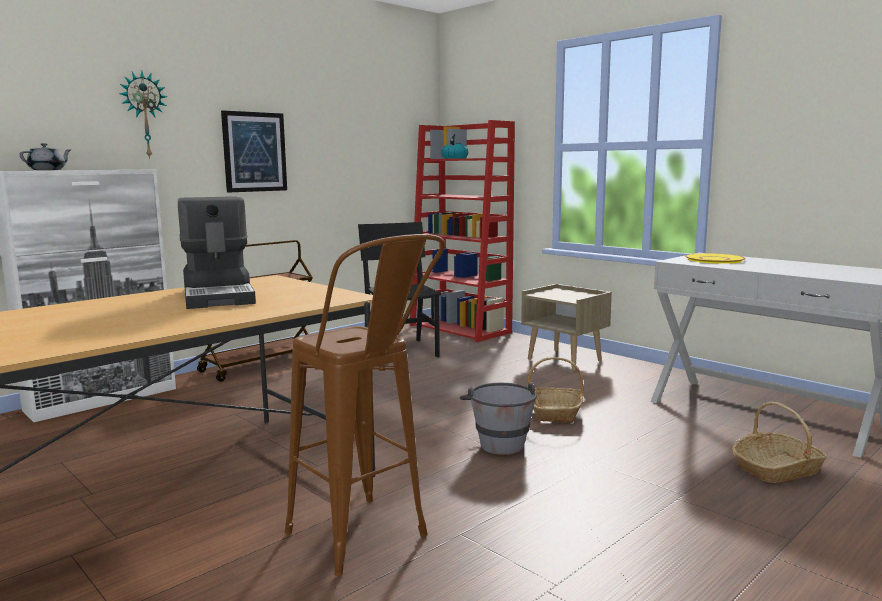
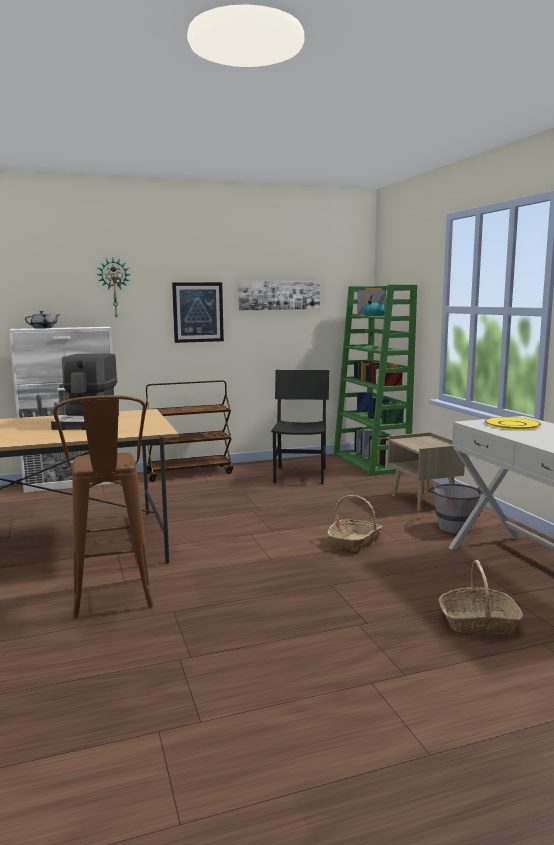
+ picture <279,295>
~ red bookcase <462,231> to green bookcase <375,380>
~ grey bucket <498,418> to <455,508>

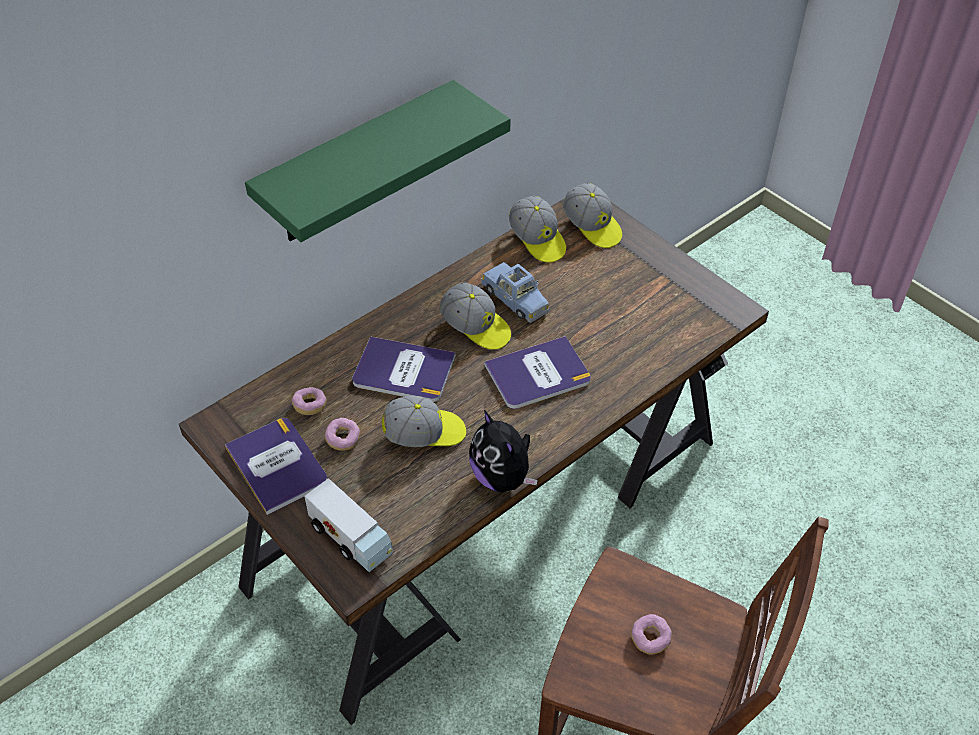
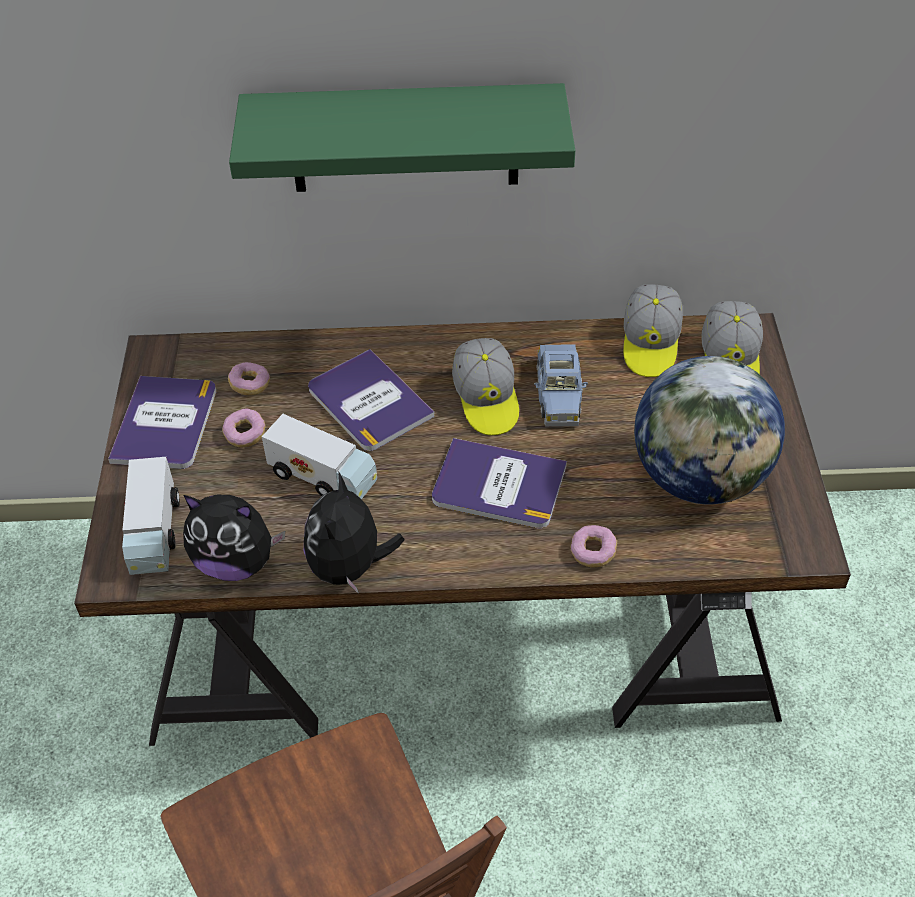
+ plush toy <234,538>
~ cap <424,421> to toy truck <319,456>
~ donut <651,634> to <594,546>
+ globe <709,430>

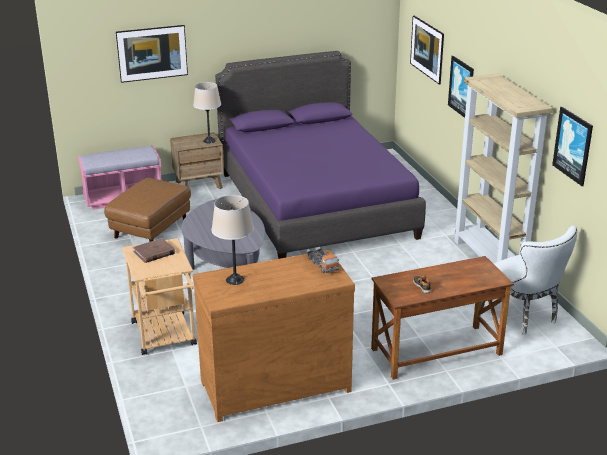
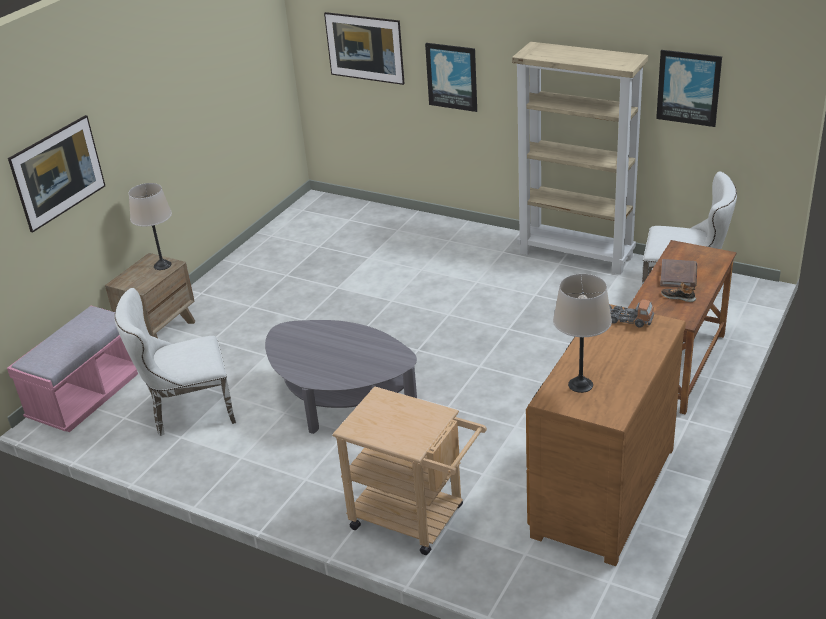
~ brown ottoman <147,210> to white chair <175,362>
~ brown book <154,250> to <678,273>
- purple bed <320,155>

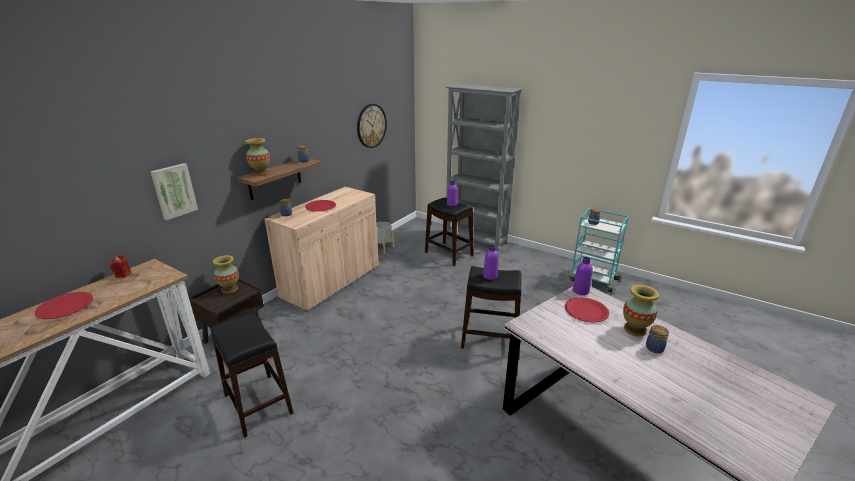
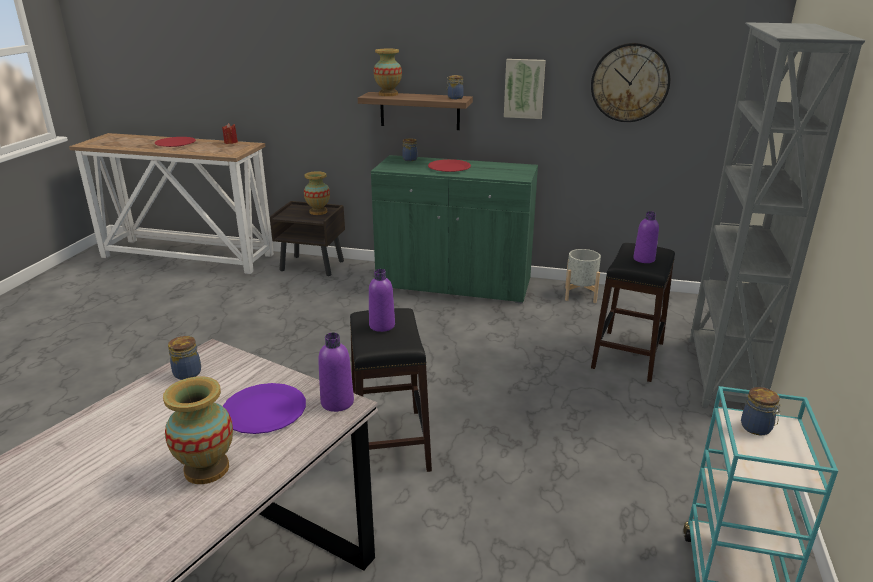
~ jar <657,339> to <184,358>
~ red plate <587,310> to purple plate <264,408>
~ beige cabinet <321,249> to green cabinet <454,229>
~ picture <174,191> to <525,89>
- black stool <251,375>

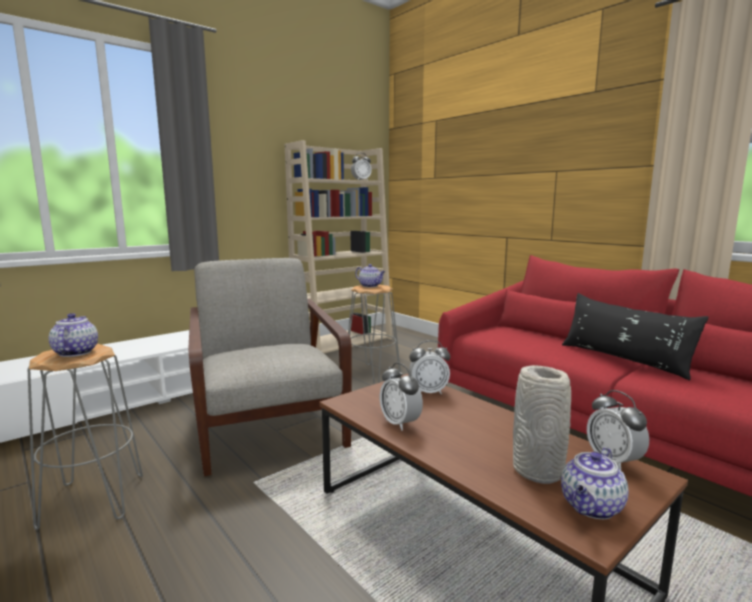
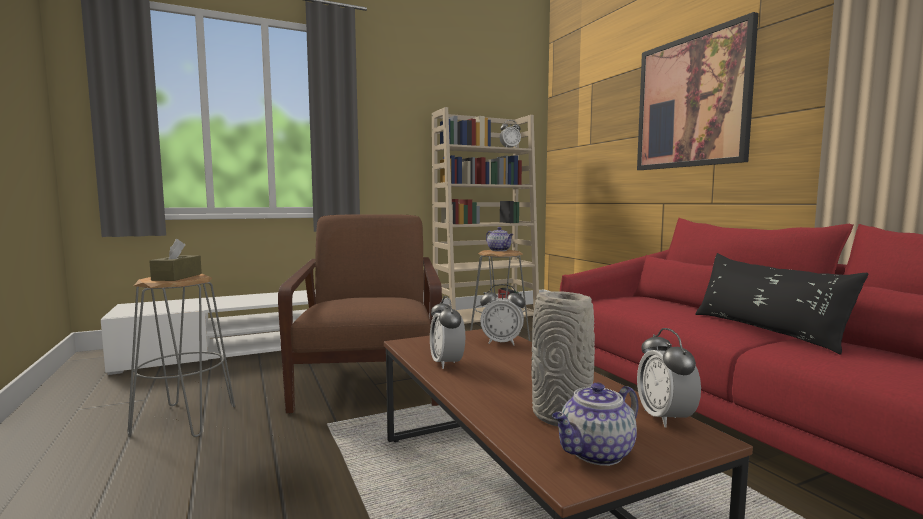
~ teapot <73,335> to brown tissue box <175,260>
~ grey armchair <270,367> to brown armchair <360,313>
+ picture <698,91>

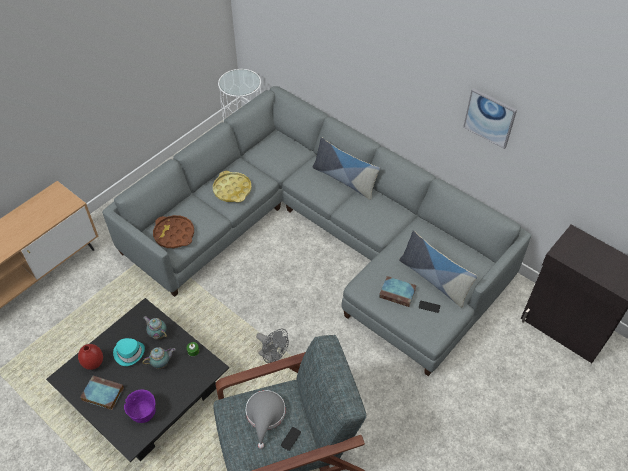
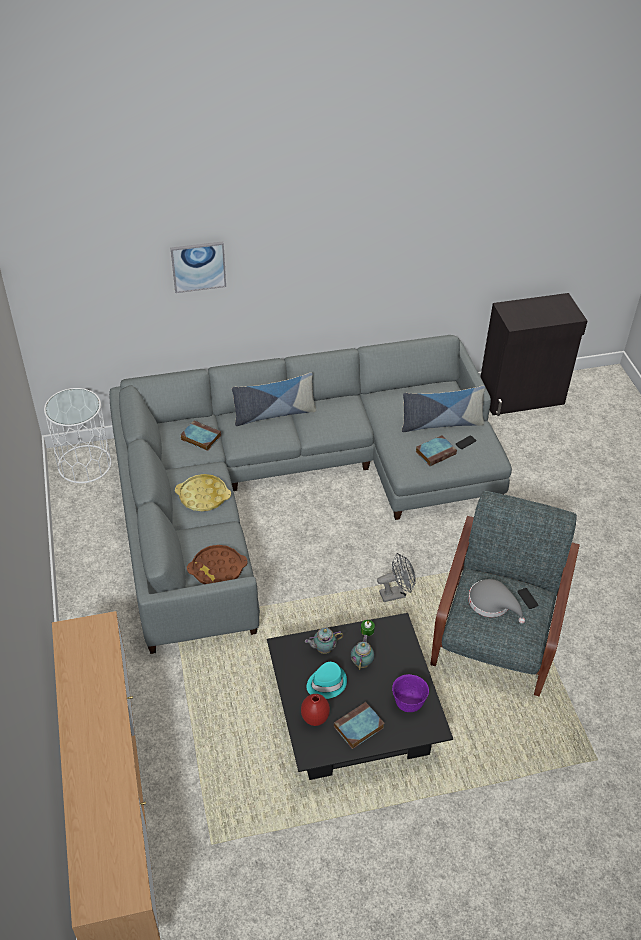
~ picture <490,118> to <198,267>
+ book <200,435>

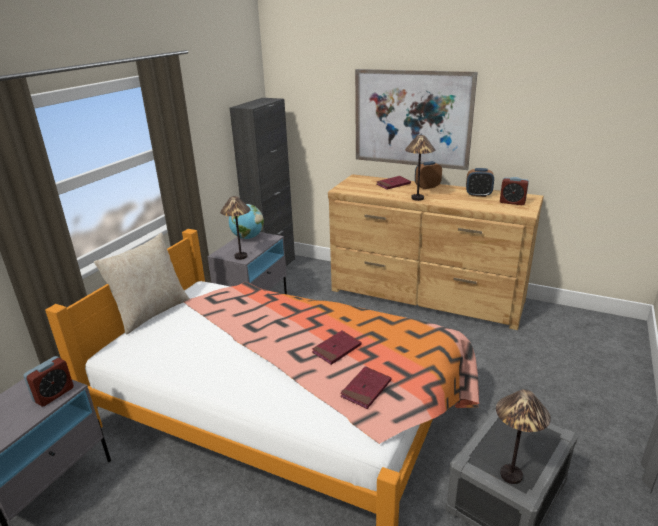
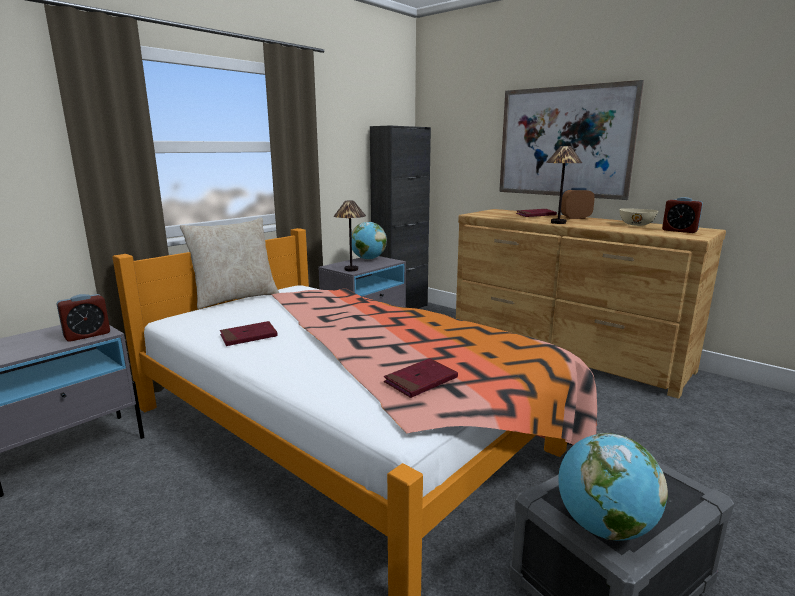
~ red book <337,347> to <249,333>
~ table lamp <523,436> to globe <613,487>
~ alarm clock <480,182> to beige bowl <638,217>

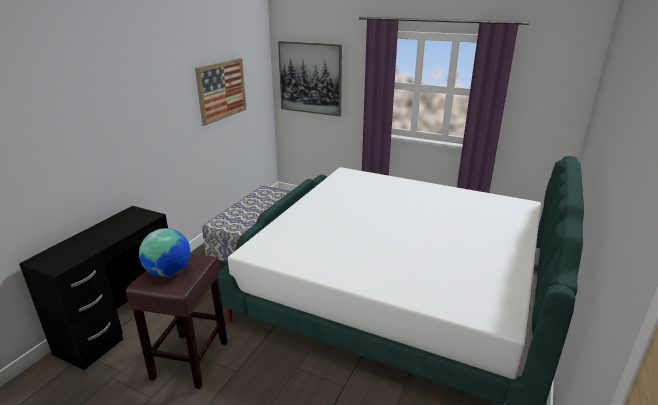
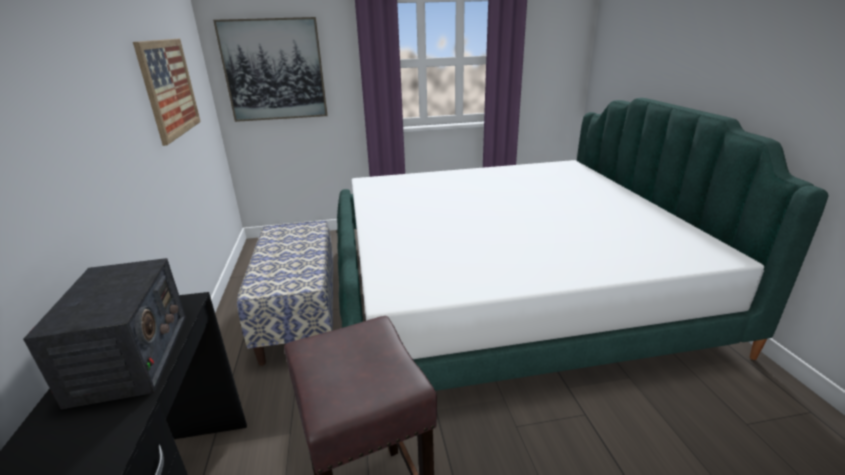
+ radio <104,333>
- globe <164,252>

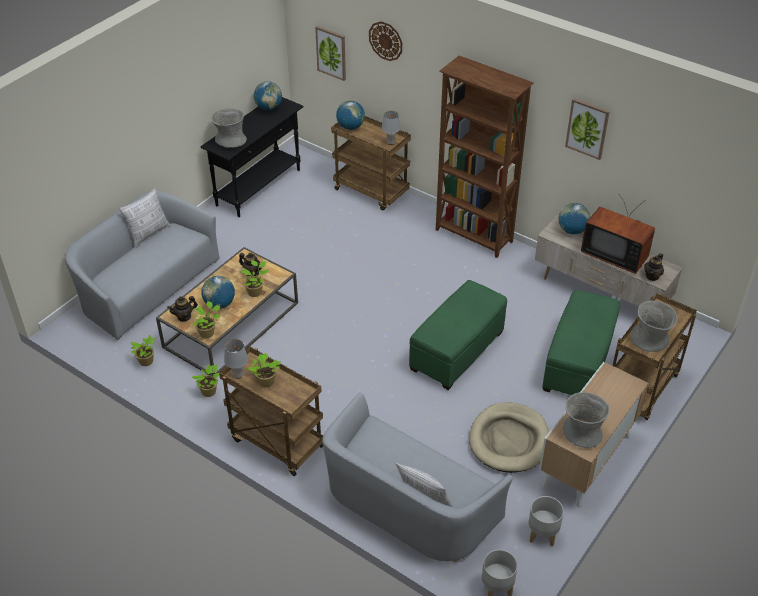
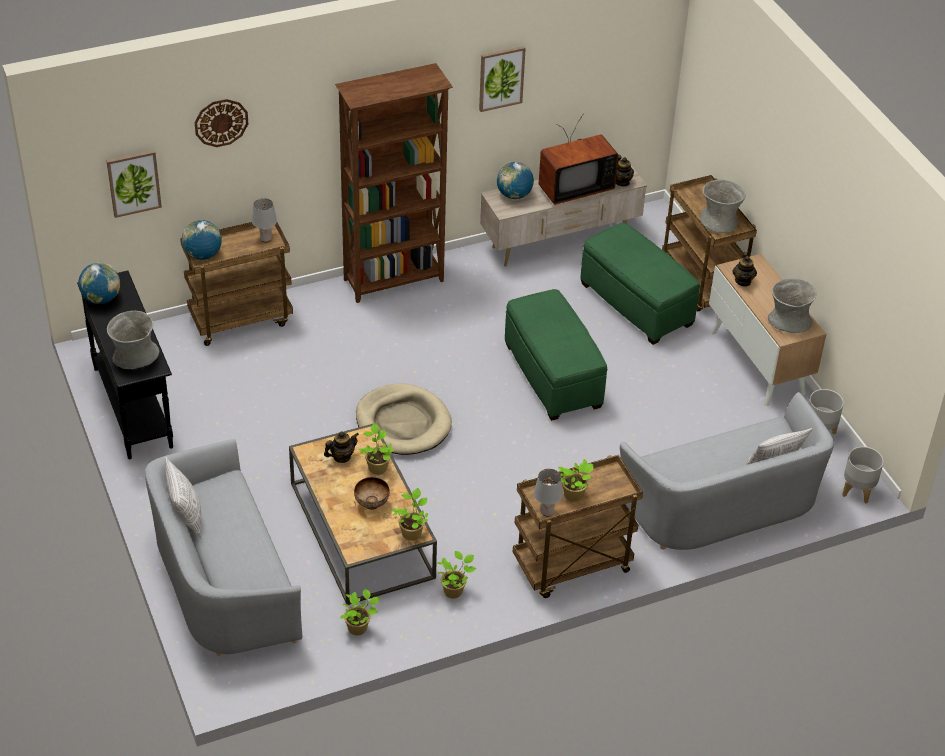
~ globe <218,292> to bowl <372,493>
~ beige dog bed <509,438> to <404,419>
~ teapot <182,309> to <744,269>

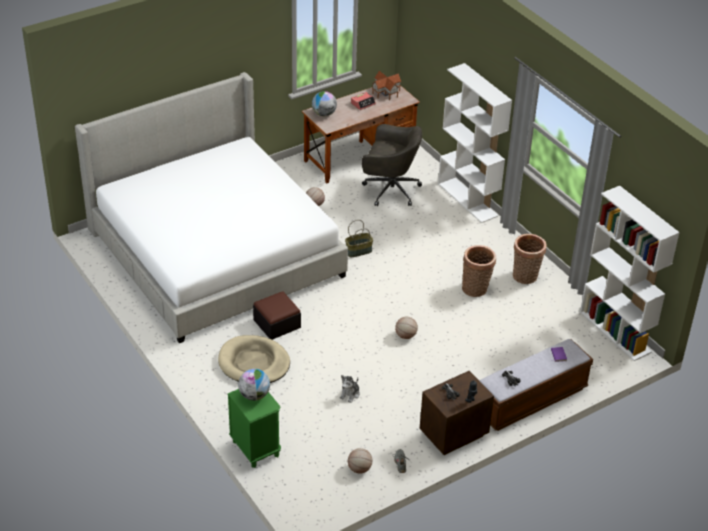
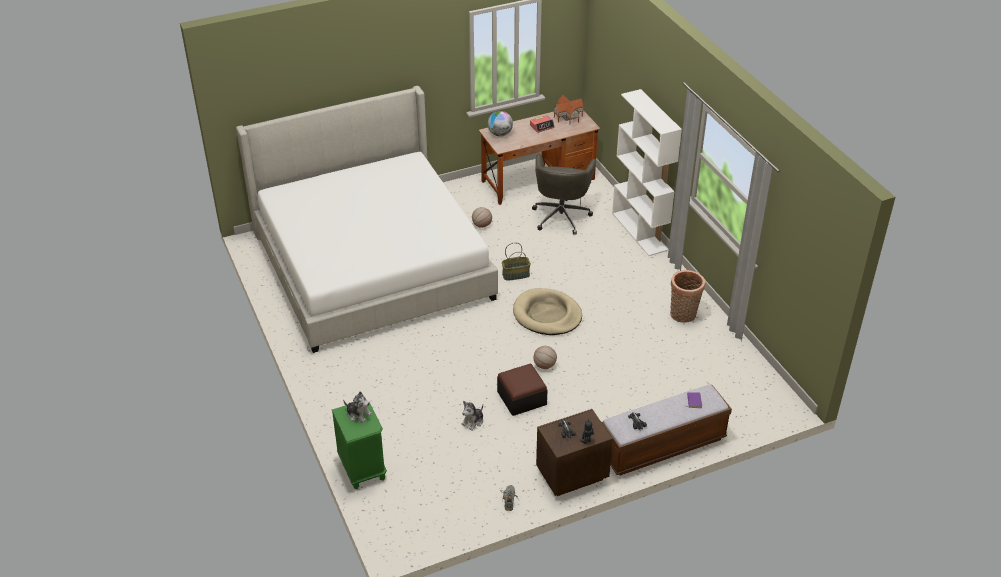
~ globe <254,385> to plush toy <357,407>
~ ottoman <277,315> to <522,390>
~ beige dog bed <254,359> to <547,311>
~ grey office chair <392,165> = <564,194> 75 degrees clockwise
- basketball <360,461>
- basket <479,271>
- white bookcase <630,273>

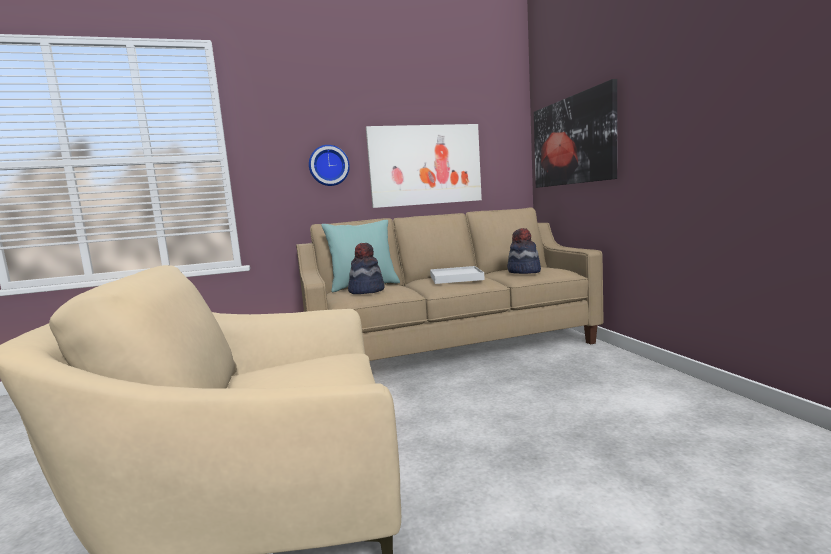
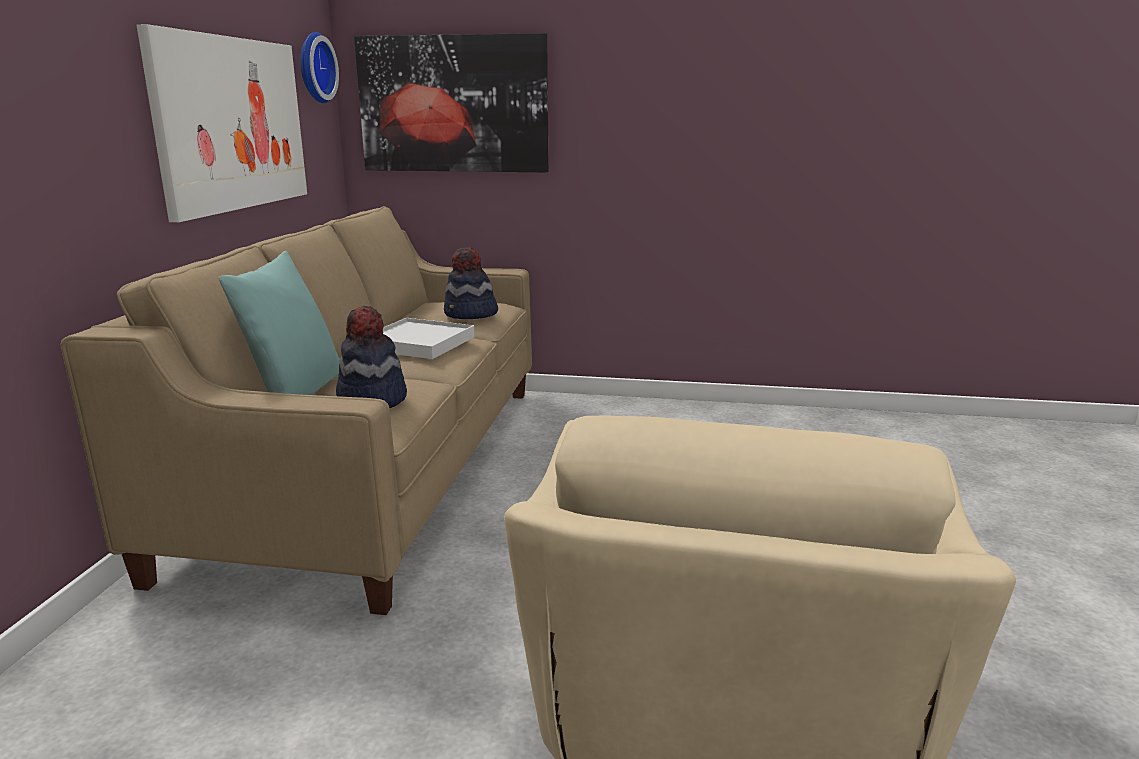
~ wall clock <329,165> to <319,67>

